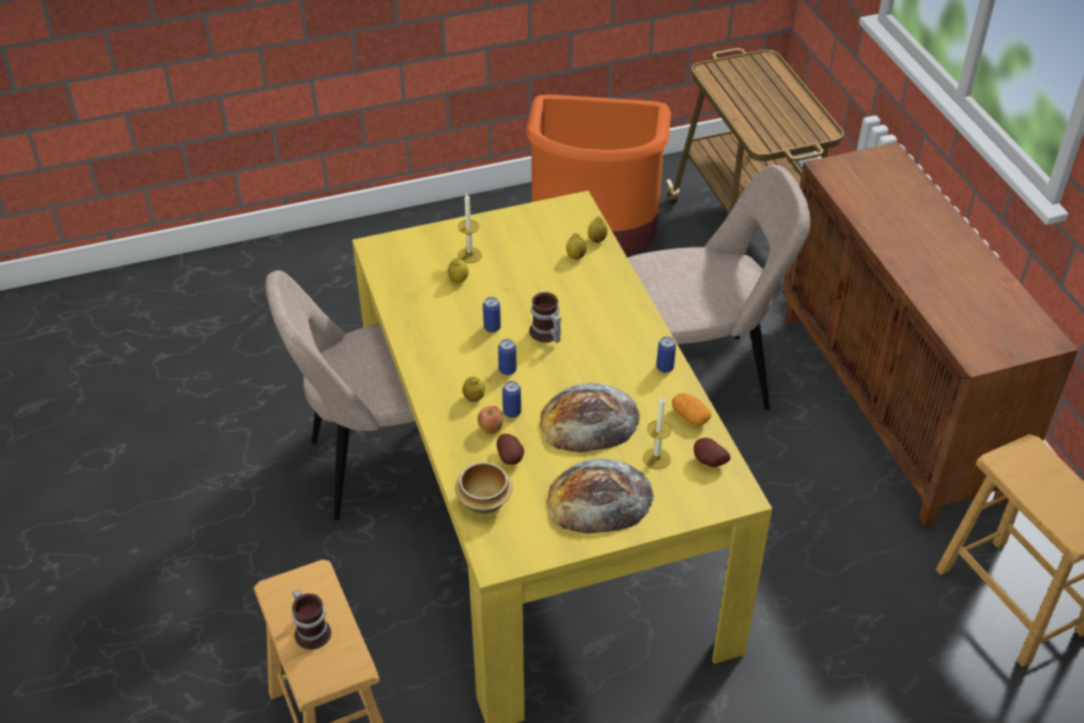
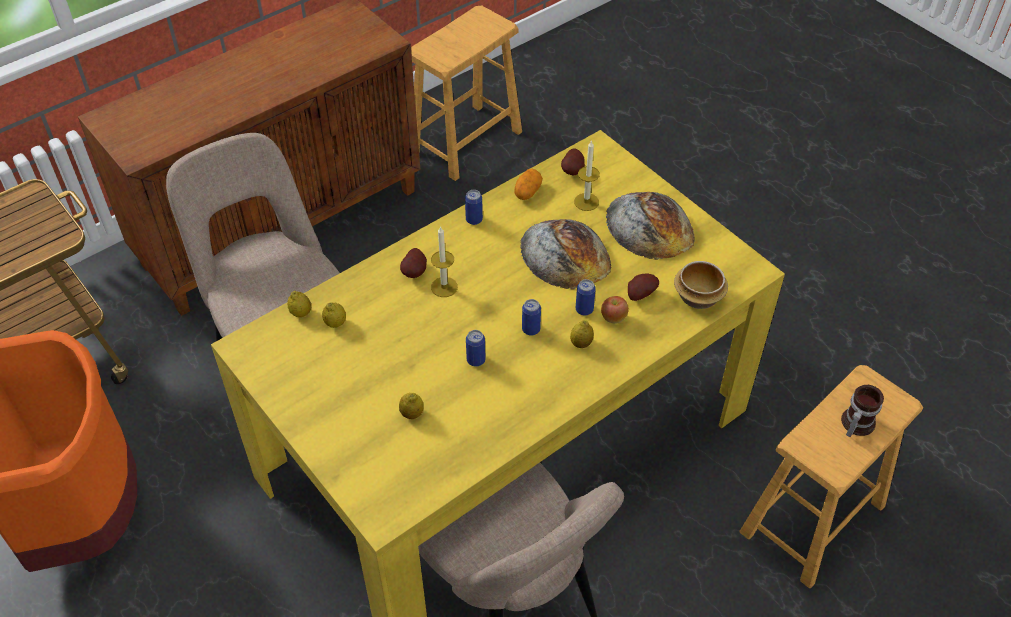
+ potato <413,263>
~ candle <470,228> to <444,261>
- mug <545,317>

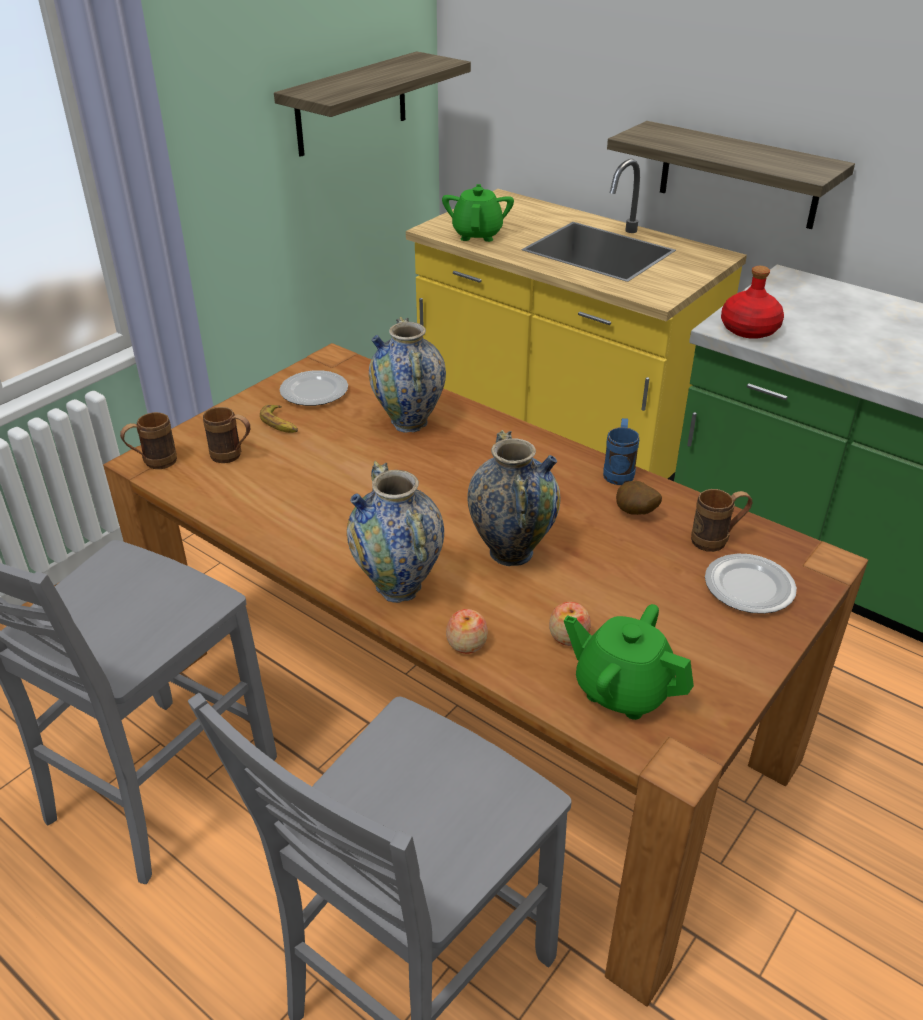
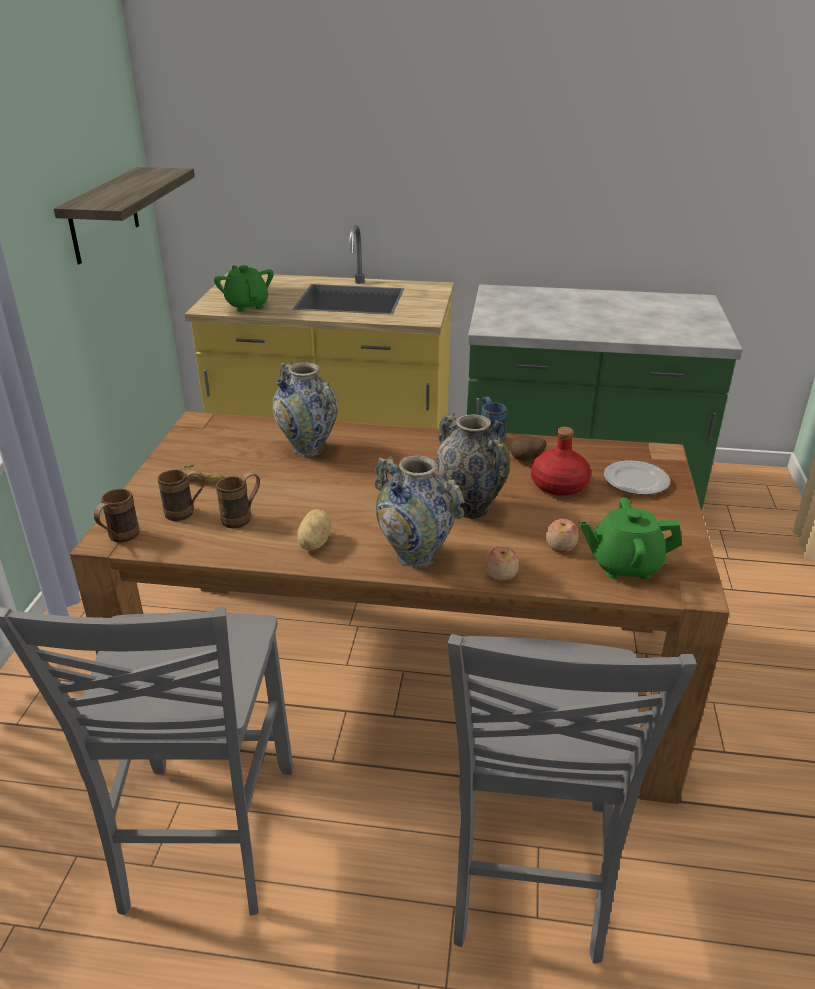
~ brown mug <721,520> to <238,500>
+ potato <314,529>
~ red bottle <752,302> to <561,461>
- plate <314,388>
- shelf <731,175>

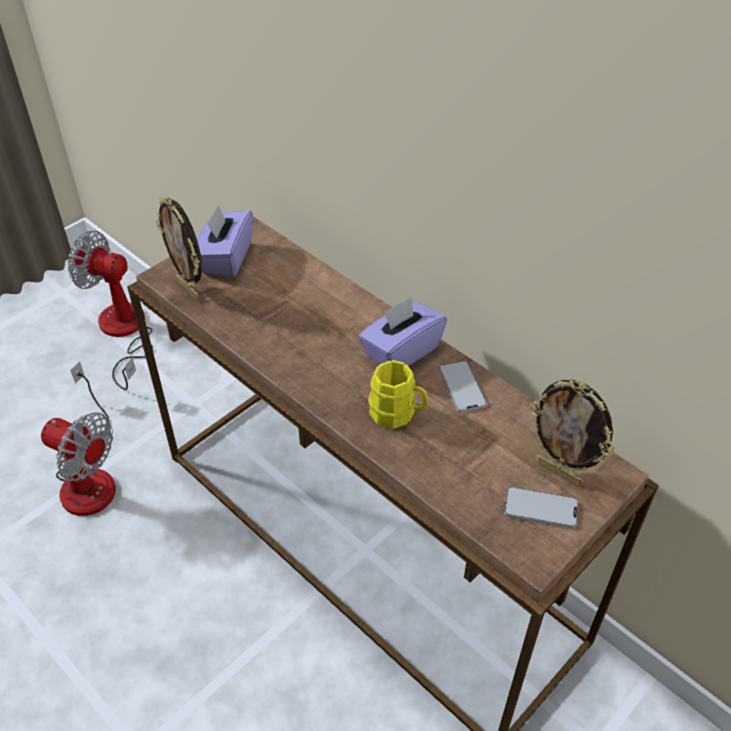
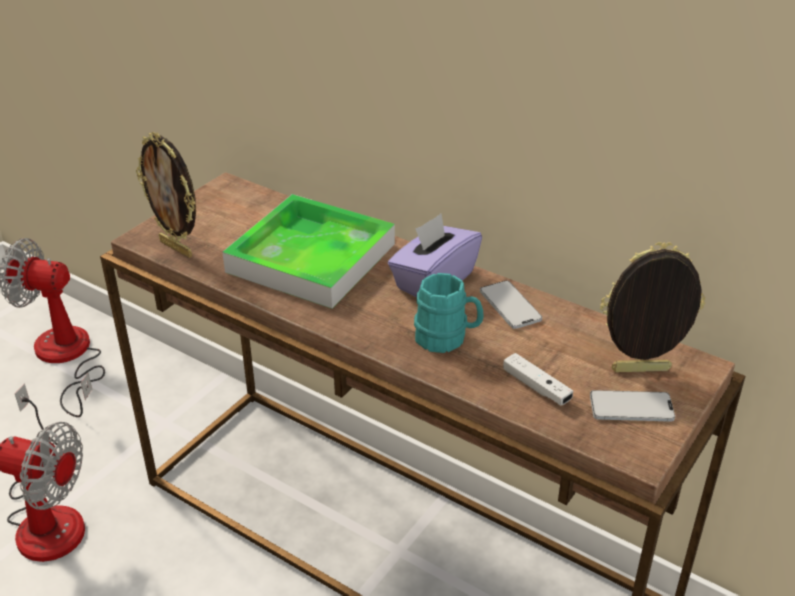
+ tray <308,251>
~ yellow mug <398,394> to turquoise mug <449,313>
+ white game controller <538,379>
~ picture frame <572,433> = <652,307> 150 degrees clockwise
- purple tissue box <225,241>

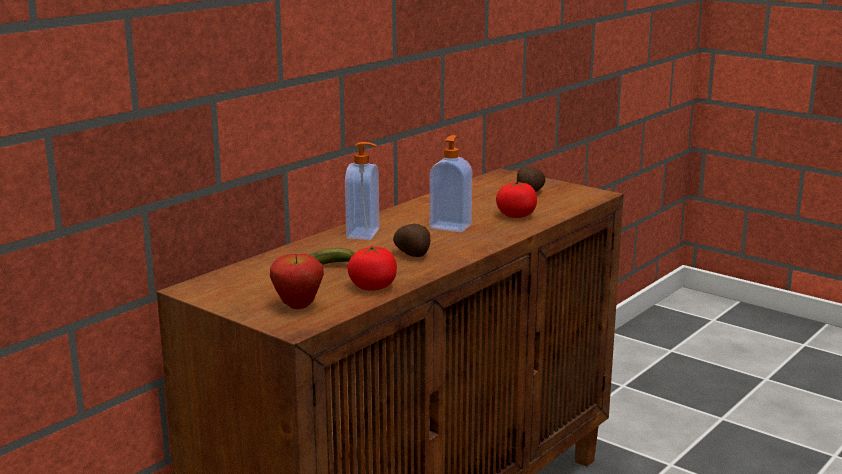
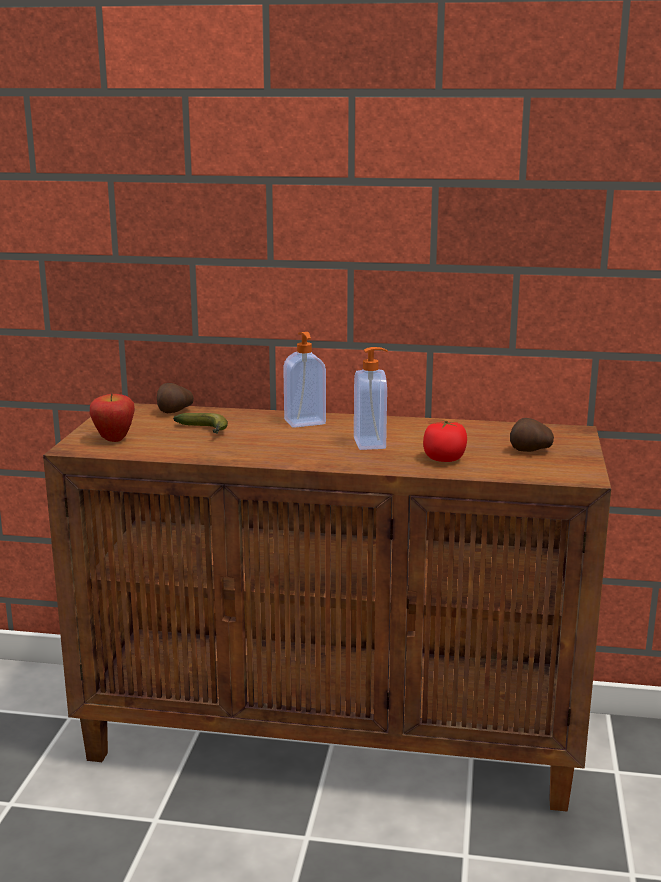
~ potato <411,240> to <175,398>
- tomato <372,268>

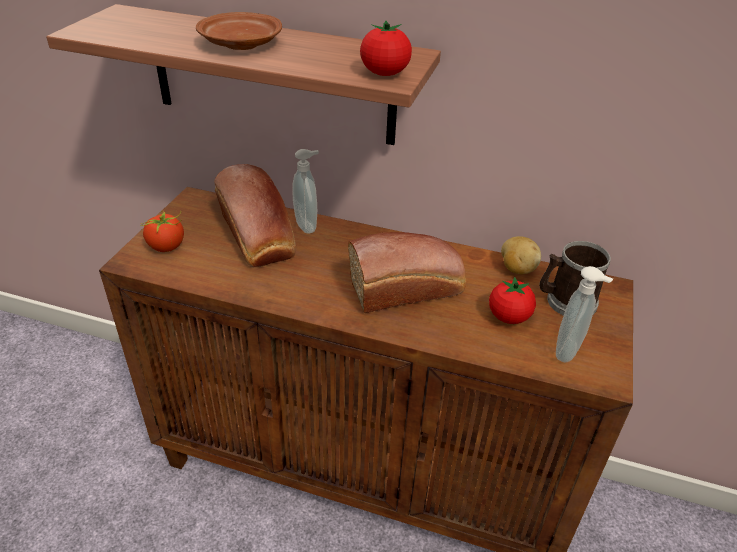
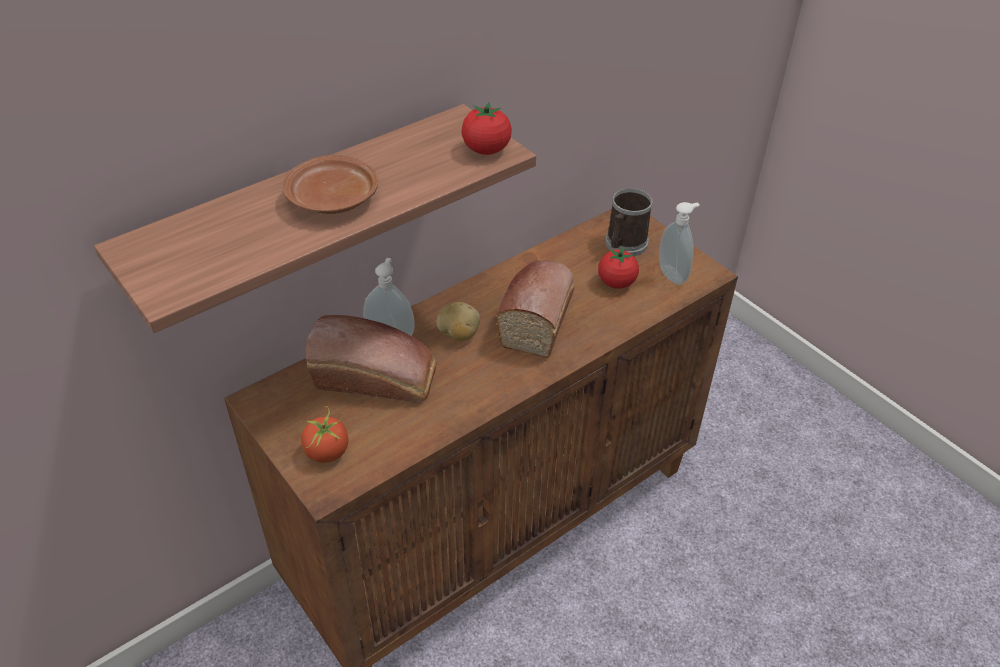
~ potato <521,255> to <458,321>

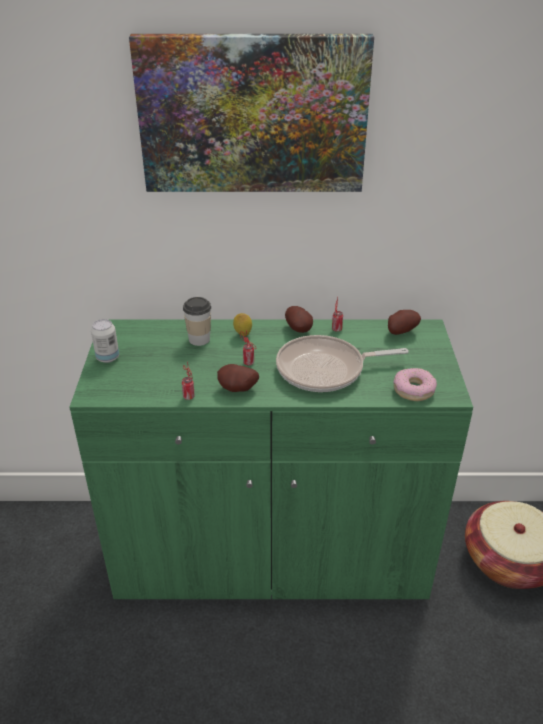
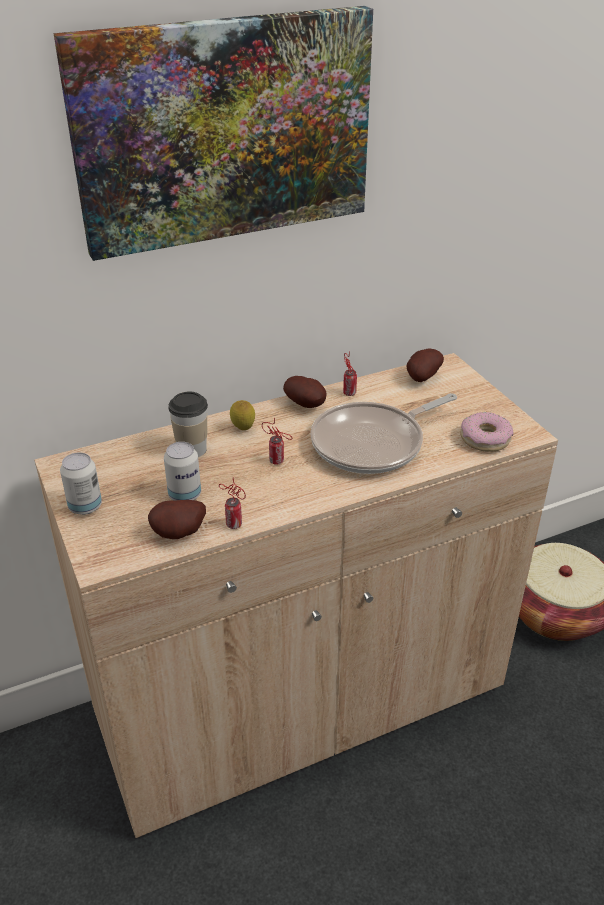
~ green cabinet <271,459> to beige cabinet <296,595>
~ potato <238,378> to <177,519>
+ can <182,471>

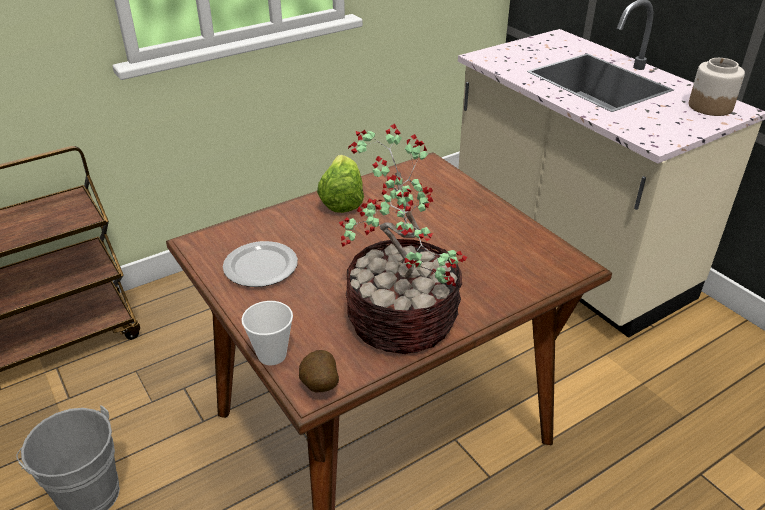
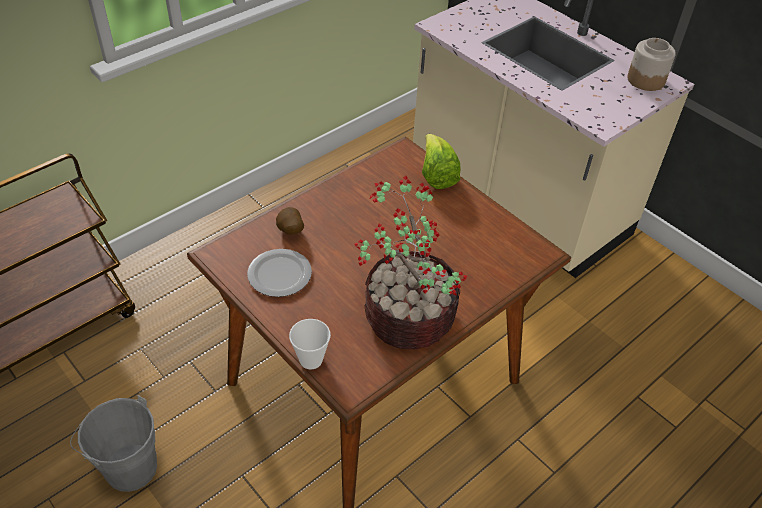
~ potato <319,371> to <290,221>
~ lettuce <340,184> to <441,161>

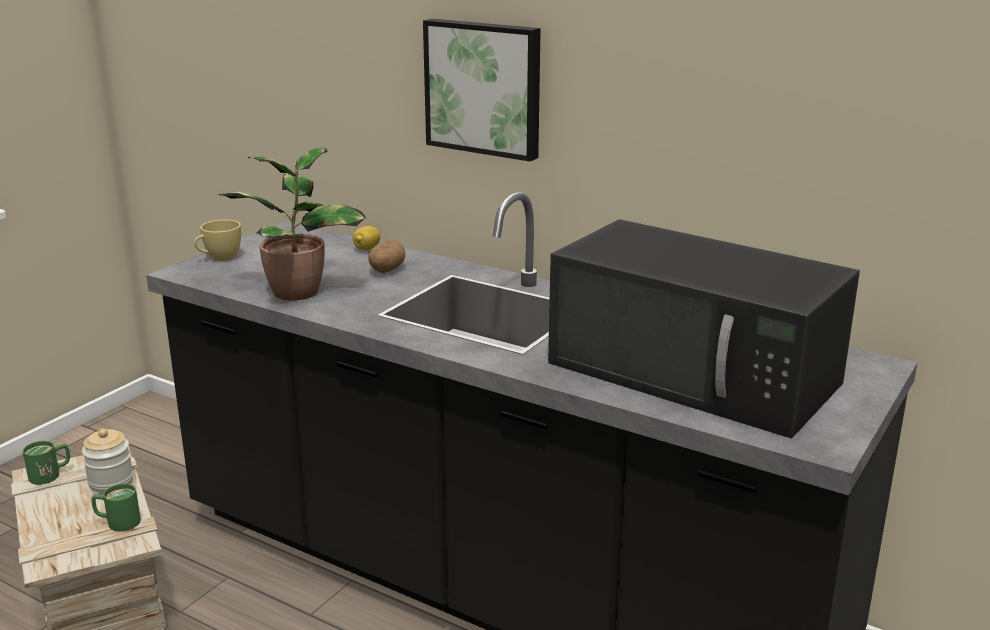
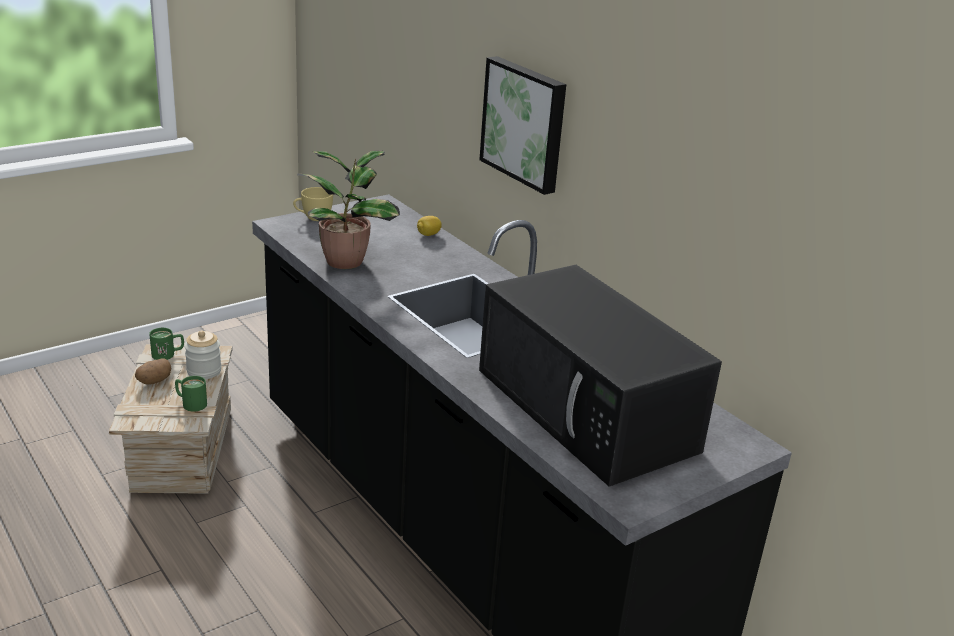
~ potato <386,256> to <153,371>

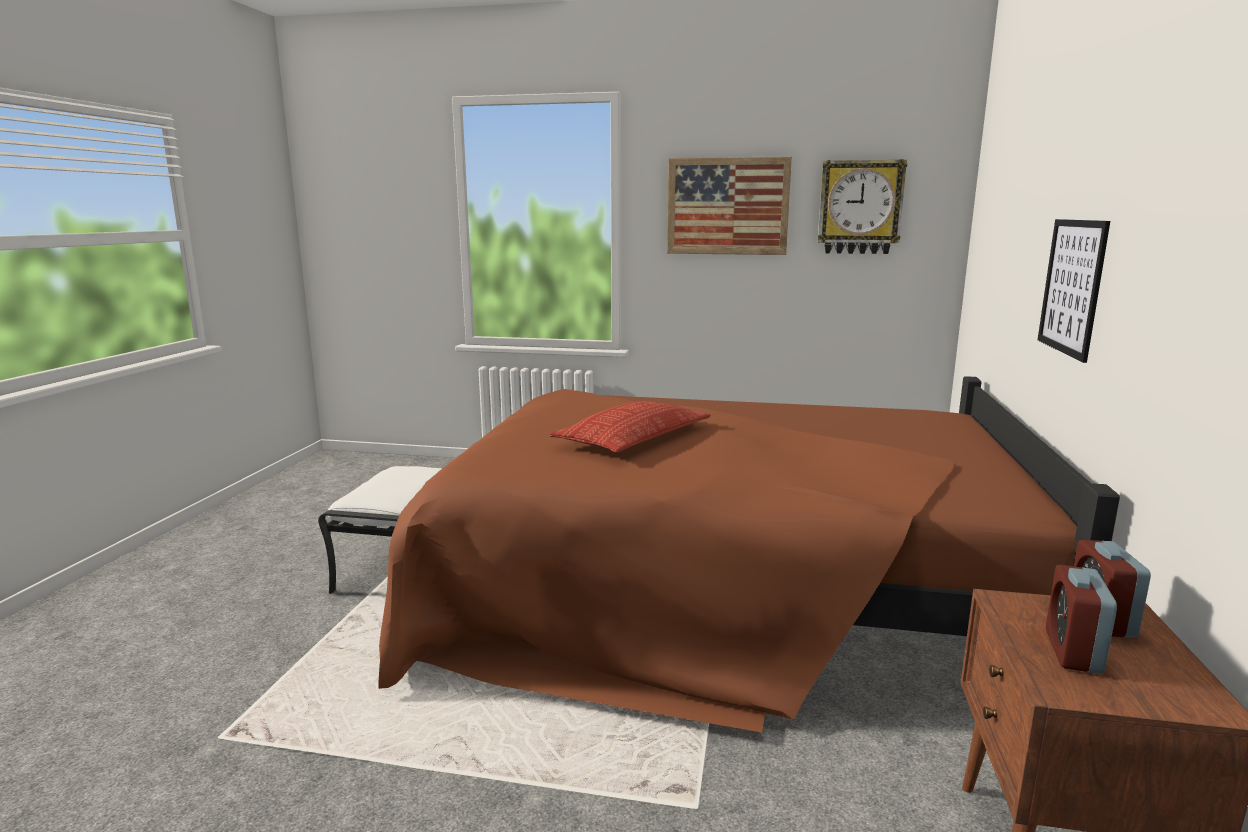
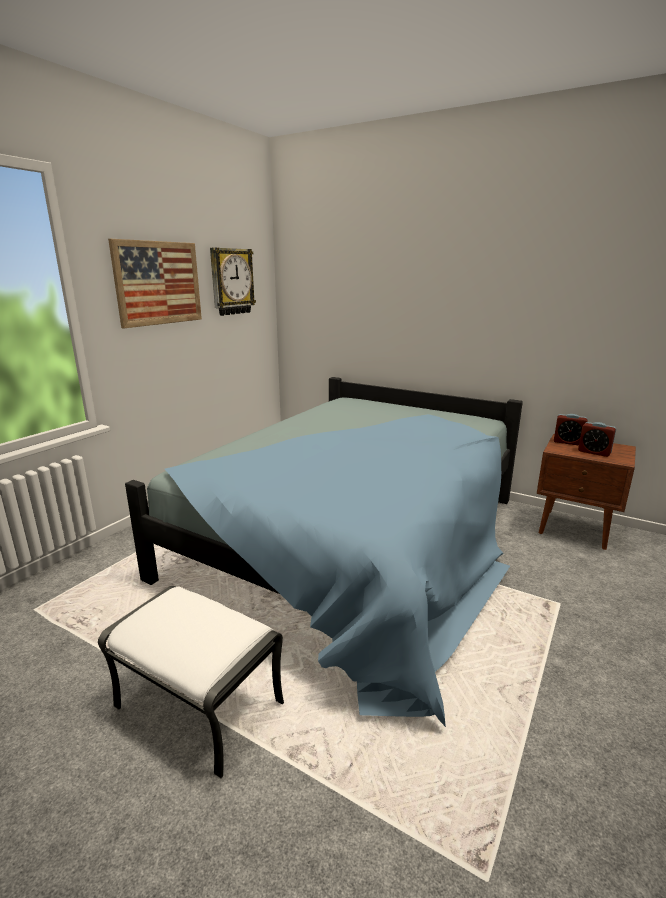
~ brown bed <749,554> to blue bed <324,552>
- pillow <630,426>
- picture <1074,291>

